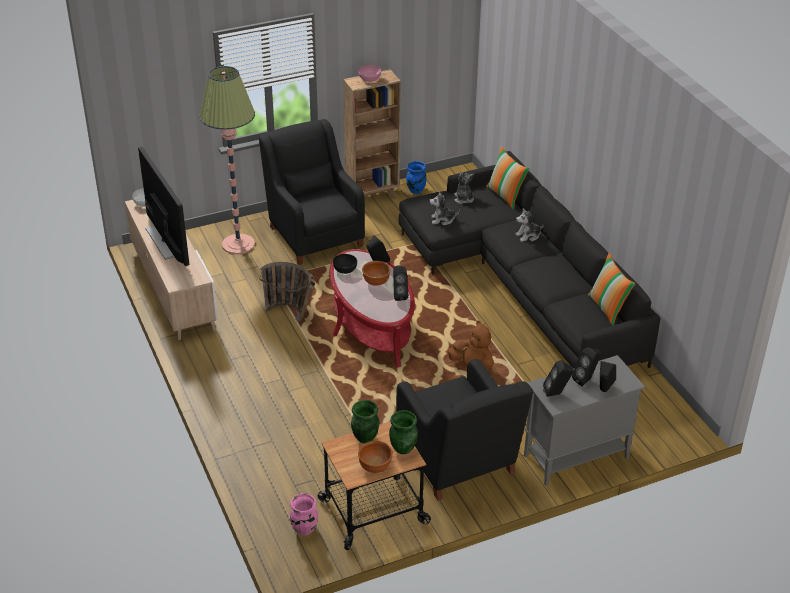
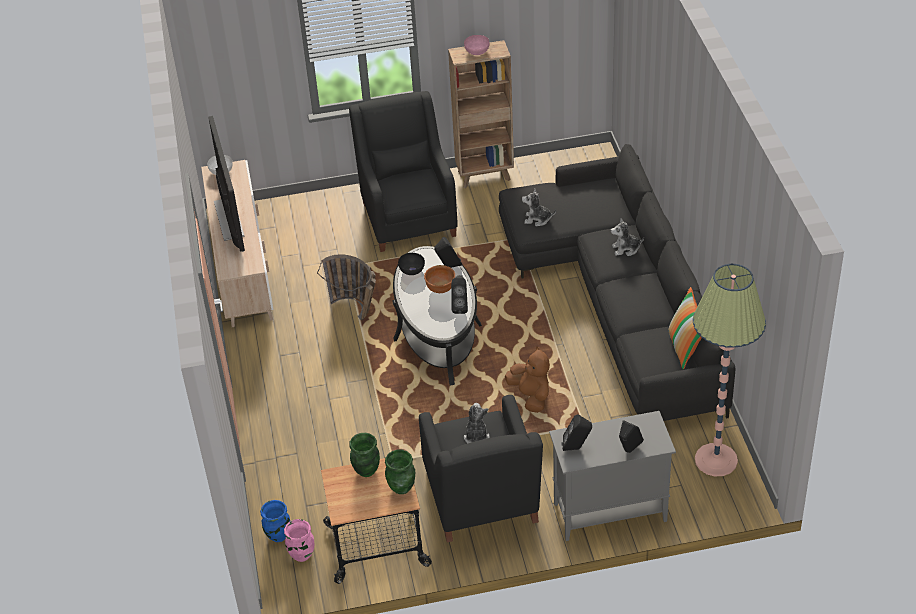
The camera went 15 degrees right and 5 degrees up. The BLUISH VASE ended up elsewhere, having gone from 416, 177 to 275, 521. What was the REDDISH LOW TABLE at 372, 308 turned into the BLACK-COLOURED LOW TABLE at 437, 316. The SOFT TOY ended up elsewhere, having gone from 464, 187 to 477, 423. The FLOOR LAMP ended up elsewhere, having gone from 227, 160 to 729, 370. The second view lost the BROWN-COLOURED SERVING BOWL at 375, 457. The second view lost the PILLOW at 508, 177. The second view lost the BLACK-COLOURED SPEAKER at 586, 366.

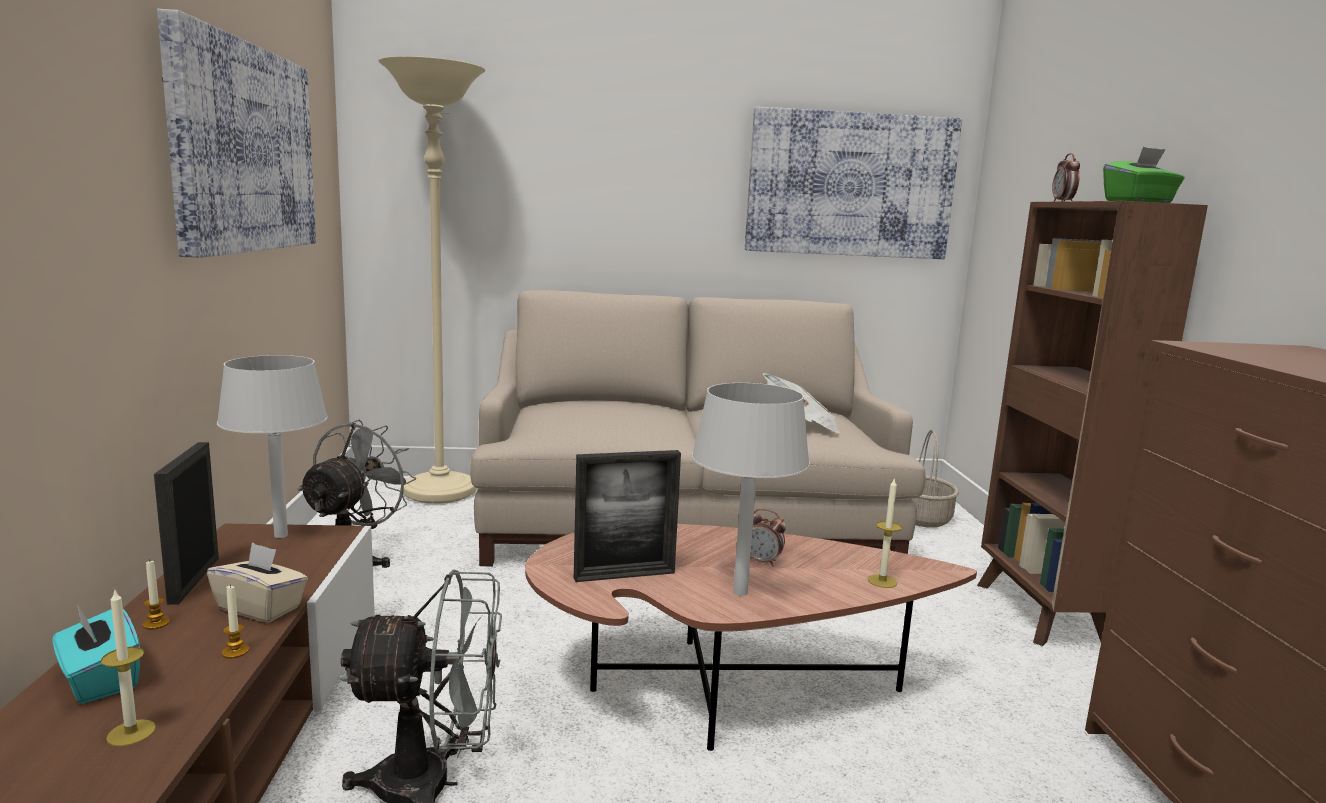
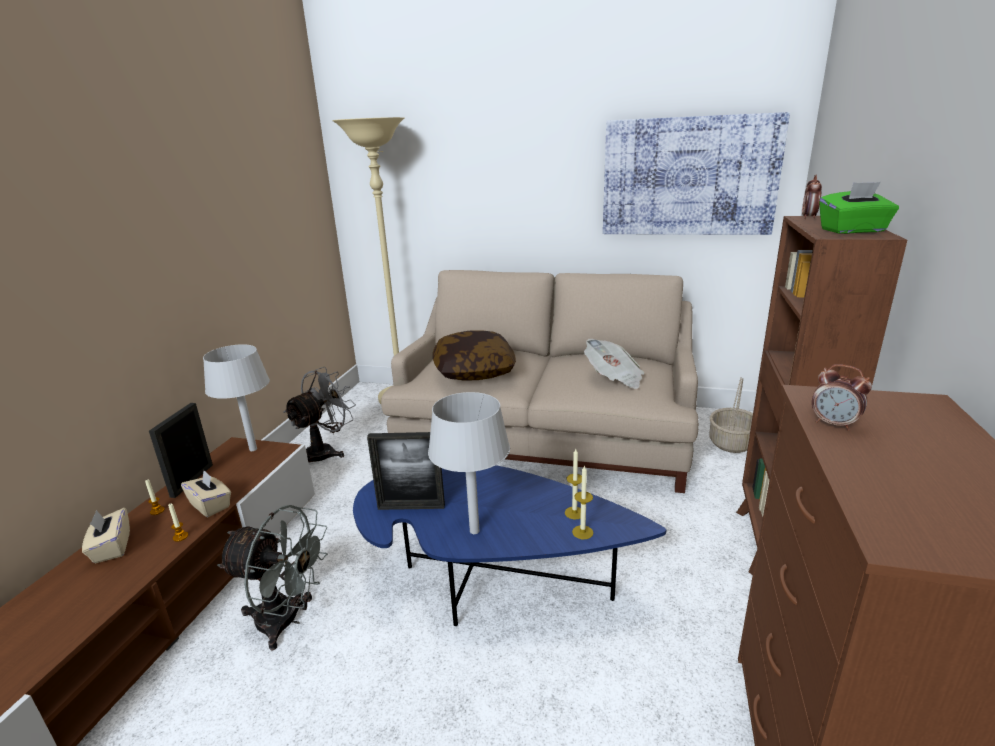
The camera went 20 degrees right and 10 degrees up. What was the BLUE-GREEN BOX OF TISSUES at 96, 655 turned into the SAND-COLOURED BOX OF TISSUES at 106, 535. What was the BROWN-COLOURED LOW TABLE at 751, 637 turned into the BLUISH LOW TABLE at 510, 545. The second view gained the PILLOW at 474, 355. The WAX CANDLE ended up elsewhere, having gone from 128, 667 to 573, 484. The TABLE CLOCK ended up elsewhere, having gone from 768, 538 to 842, 397. The second view lost the WALL PICTURE at 236, 133.

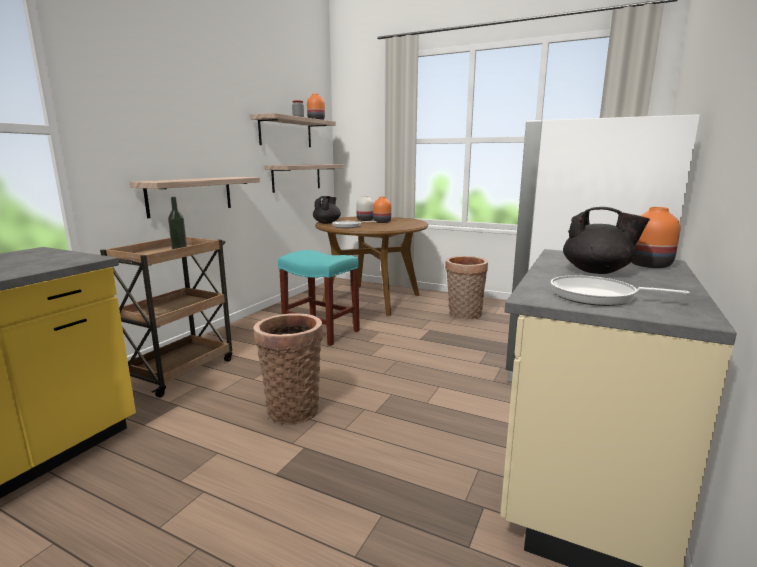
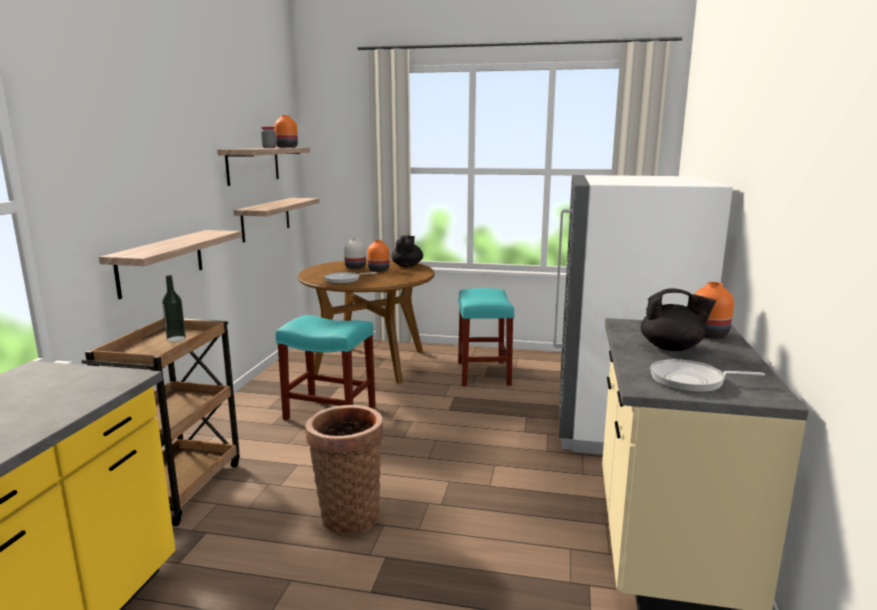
The camera went 15 degrees left and 0 degrees up. The BLACK-COLOURED TEA POT ended up elsewhere, having gone from 327, 210 to 407, 251. Where the STORAGE BASKET stood at 466, 288, the BLUE-GREEN STOOL SEAT came to stand at 486, 337.

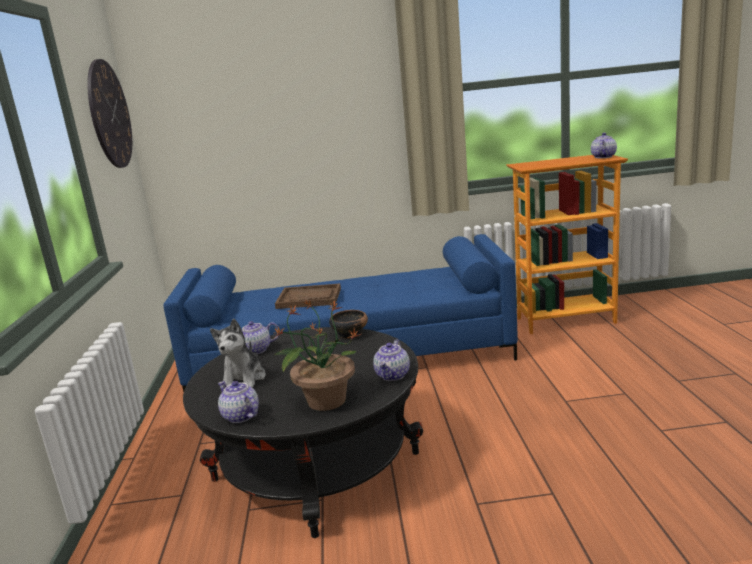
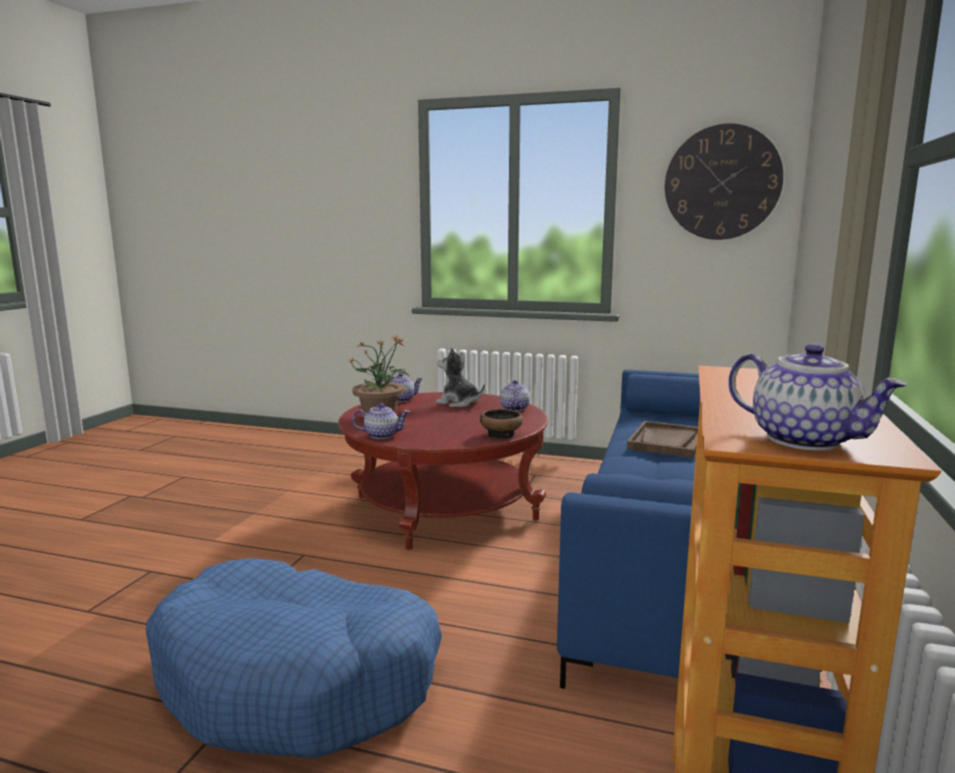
The camera went 110 degrees right and 5 degrees down. The second view gained the BLUISH DOG CUSHION at 294, 658. What was the BLACK-COLOURED LOW TABLE at 303, 432 turned into the REDDISH LOW TABLE at 443, 471. The TEA POT at 391, 360 ended up facing another way, 135 degrees clockwise from before.

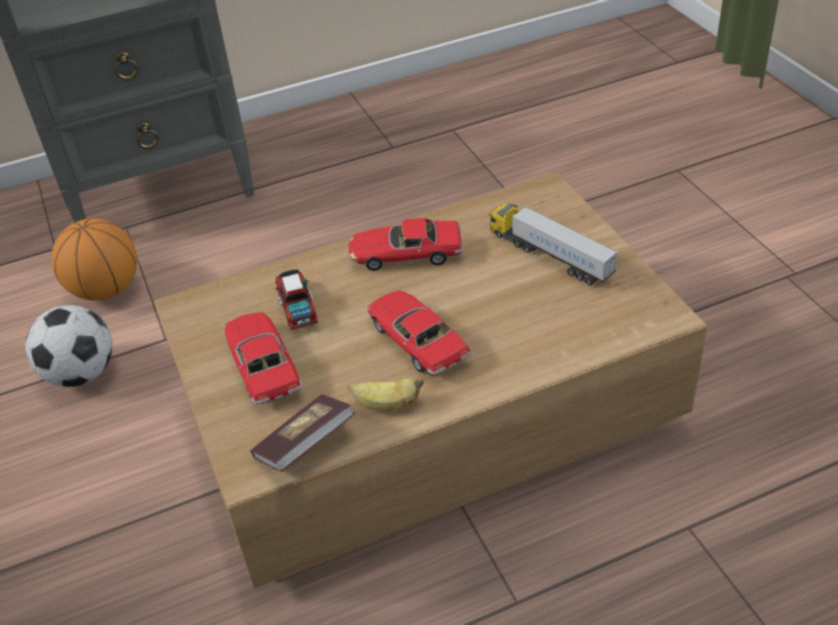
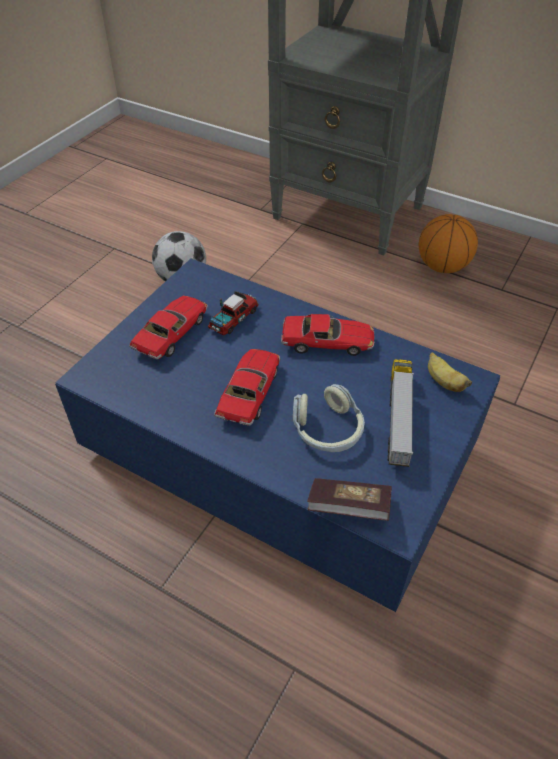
The camera went 50 degrees right and 5 degrees up. What was the BROWN-COLOURED LOW TABLE at 430, 380 turned into the BLUISH LOW TABLE at 278, 435. The TOY CAR at 405, 244 ended up facing another way, 135 degrees clockwise from before. The second view gained the HEADSET at 329, 418. The BOUND BOOK ended up elsewhere, having gone from 302, 432 to 349, 499. The BASKETBALL BALL ended up elsewhere, having gone from 94, 260 to 448, 243. The BANANA ended up elsewhere, having gone from 386, 394 to 450, 372.

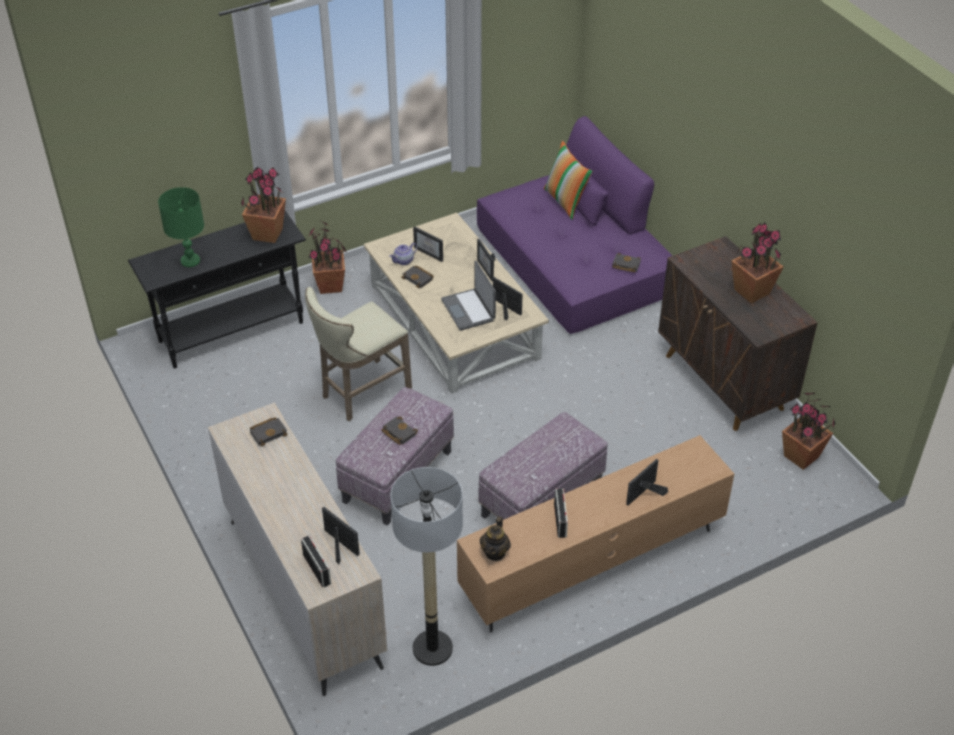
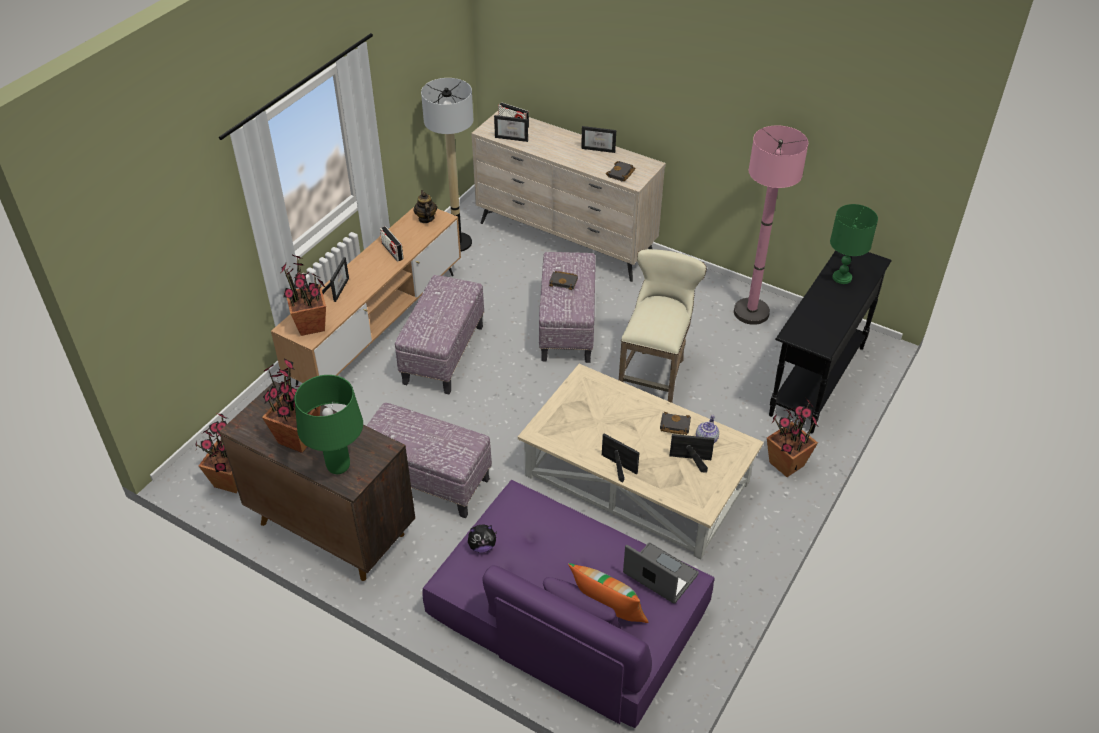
The camera went 150 degrees right and 0 degrees up. The HOUSEPLANT ended up elsewhere, having gone from 263, 205 to 303, 295. The second view gained the GREENISH TABLE LAMP at 328, 424. The second view gained the FOOTREST at 429, 460. Where the BLACK-COLOURED BOUND BOOK stood at 626, 263, the SOFT TOY came to stand at 482, 539. The PHOTO FRAME ended up elsewhere, having gone from 508, 299 to 598, 139. The NOTEBOOK COMPUTER ended up elsewhere, having gone from 468, 296 to 661, 573. The second view gained the PINK FLOOR LAMP at 771, 225.

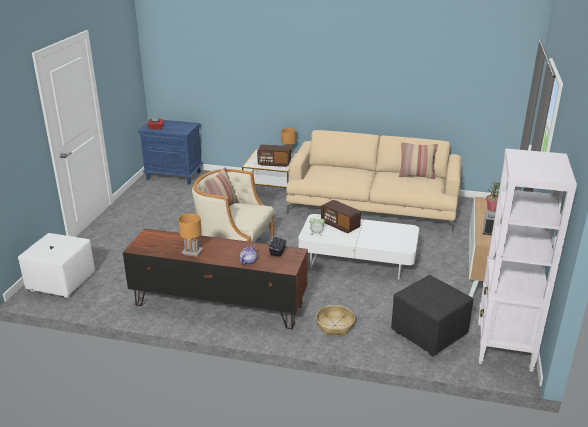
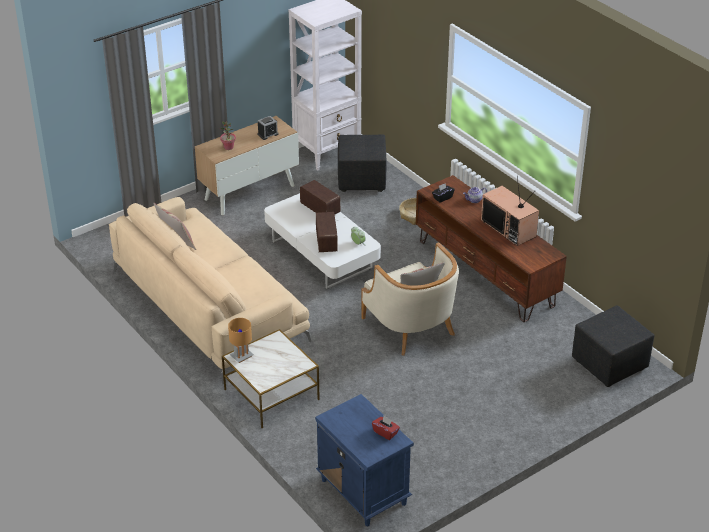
The camera went 140 degrees left and 10 degrees up. The RADIO RECEIVER ended up elsewhere, having gone from 274, 156 to 320, 197. Where the BROWN-COLOURED TABLE LAMP stood at 190, 235, the TV came to stand at 510, 211. What was the WHITISH FOOTREST at 56, 265 turned into the BLACK-COLOURED FOOTREST at 613, 346.

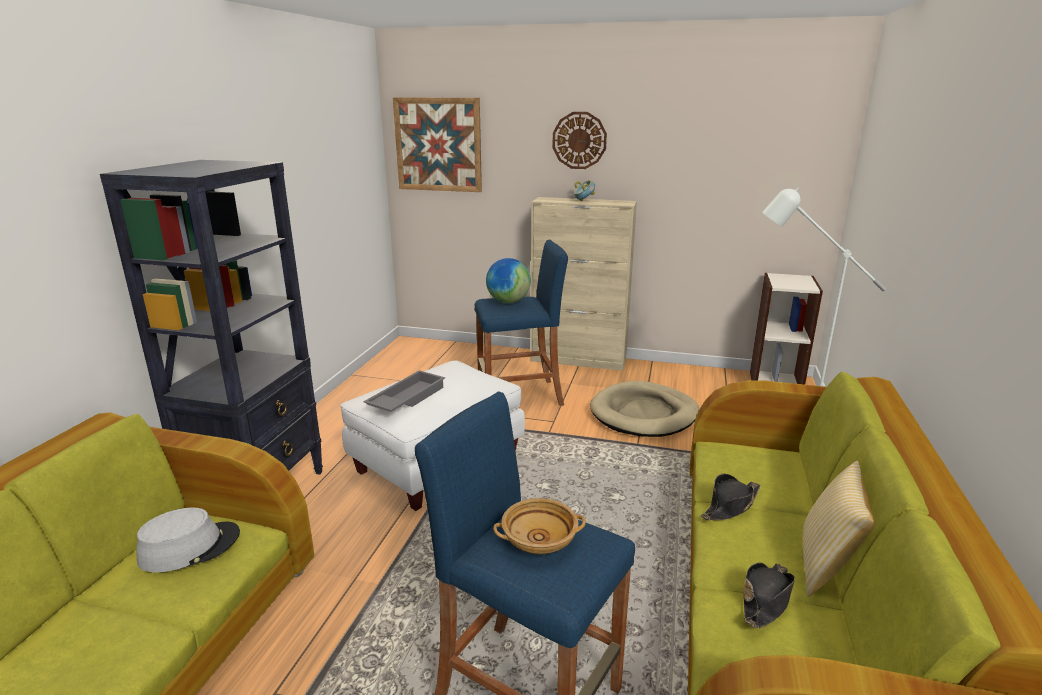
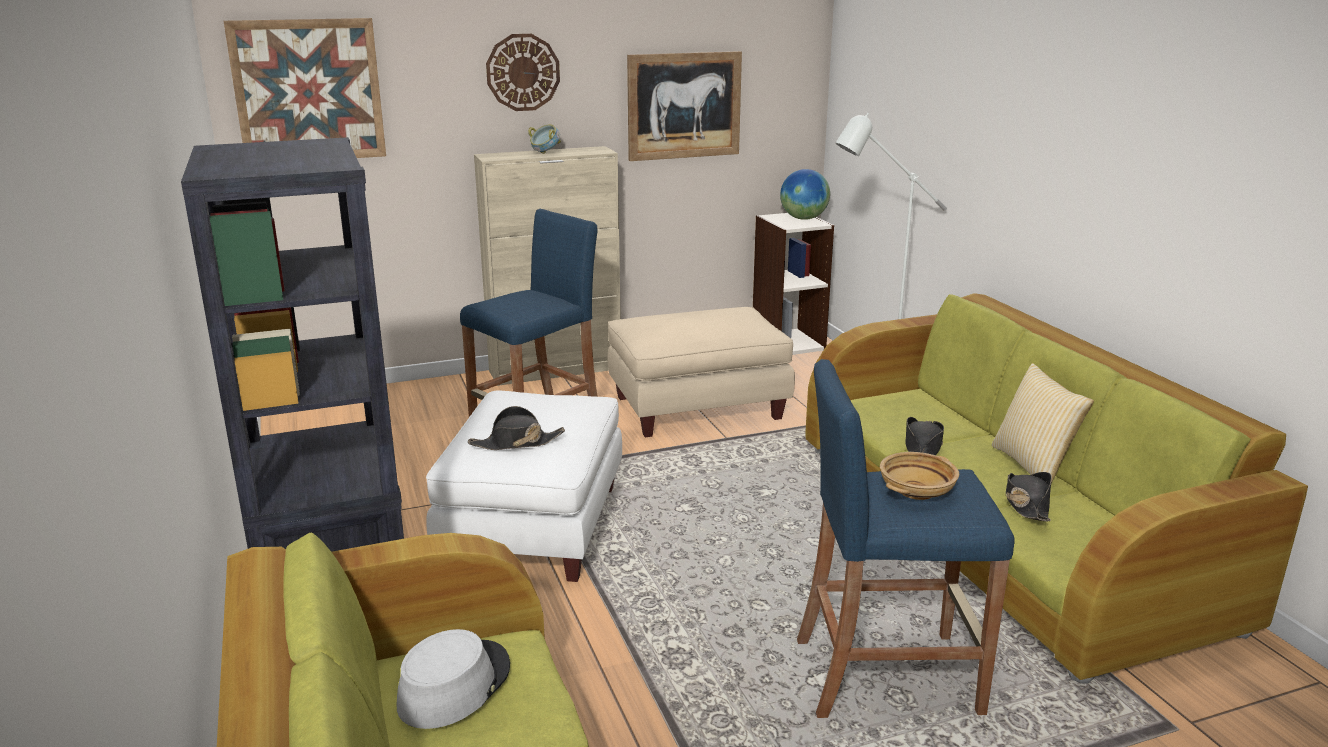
The camera went 35 degrees left and 0 degrees up. Where the GRAY CARRYING TRAY stood at 404, 391, the BLACK-COLOURED CLOTHING HAT came to stand at 516, 428. Where the SAND-COLOURED DOG CUSHION stood at 644, 409, the SAND-COLOURED FOOTREST came to stand at 701, 372. The second view gained the WALL PICTURE at 684, 106. The GLOBE ended up elsewhere, having gone from 508, 280 to 805, 194.

